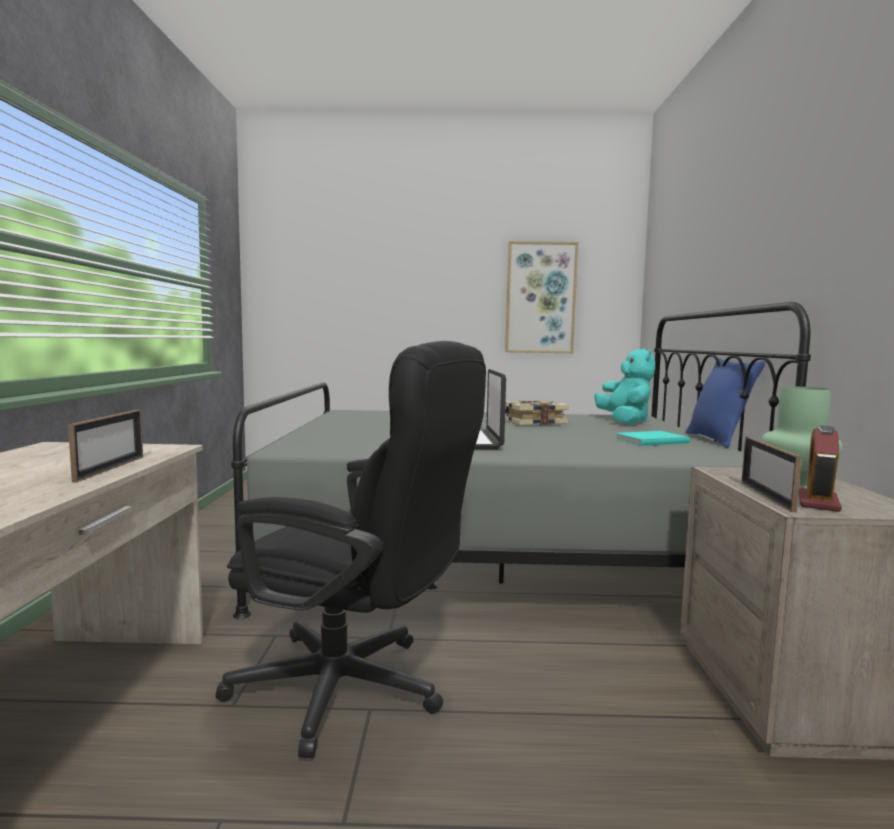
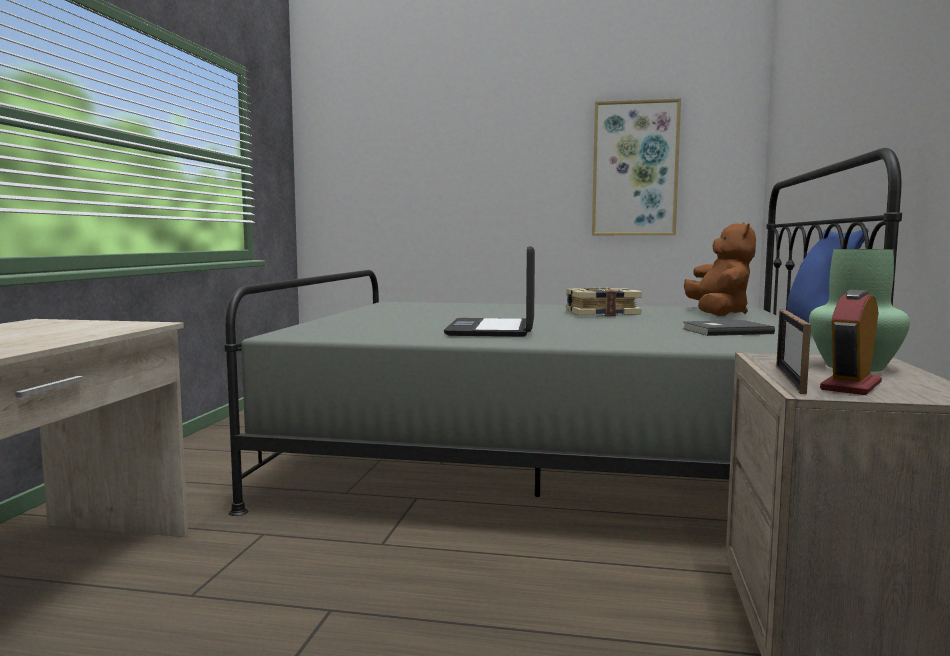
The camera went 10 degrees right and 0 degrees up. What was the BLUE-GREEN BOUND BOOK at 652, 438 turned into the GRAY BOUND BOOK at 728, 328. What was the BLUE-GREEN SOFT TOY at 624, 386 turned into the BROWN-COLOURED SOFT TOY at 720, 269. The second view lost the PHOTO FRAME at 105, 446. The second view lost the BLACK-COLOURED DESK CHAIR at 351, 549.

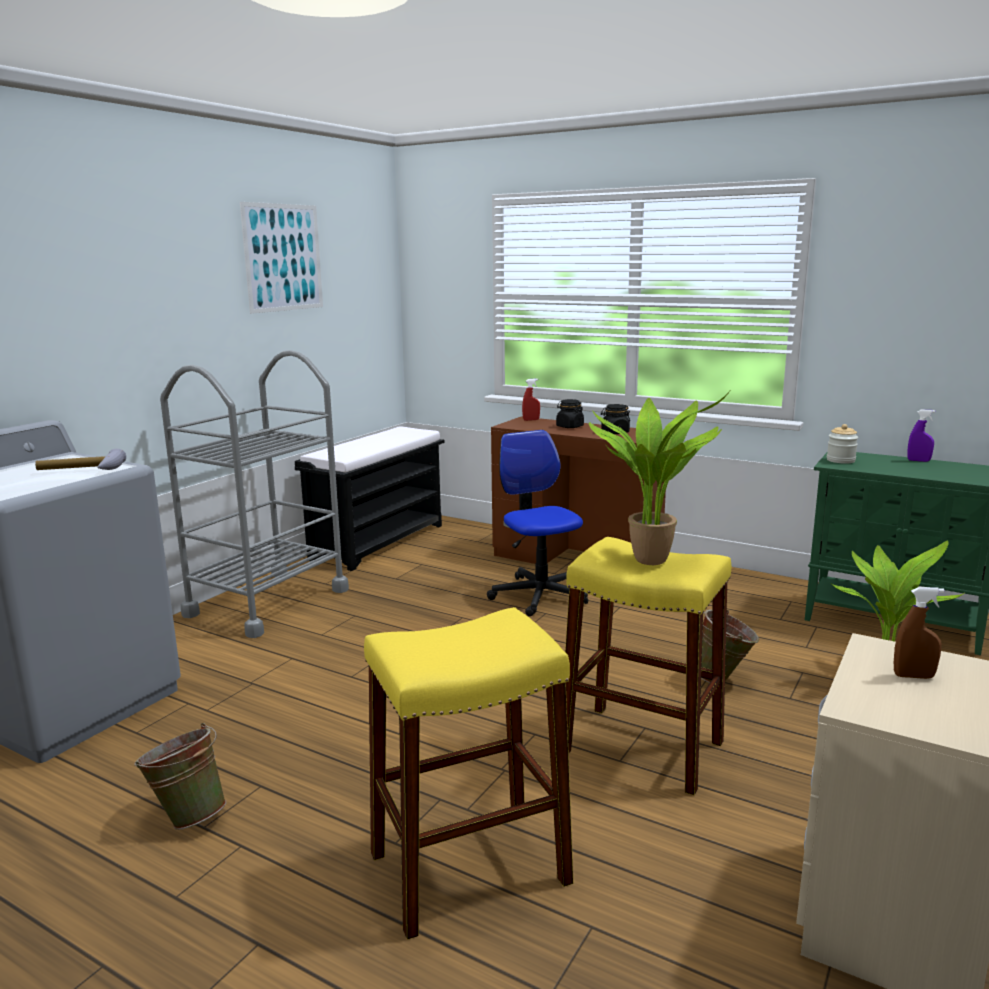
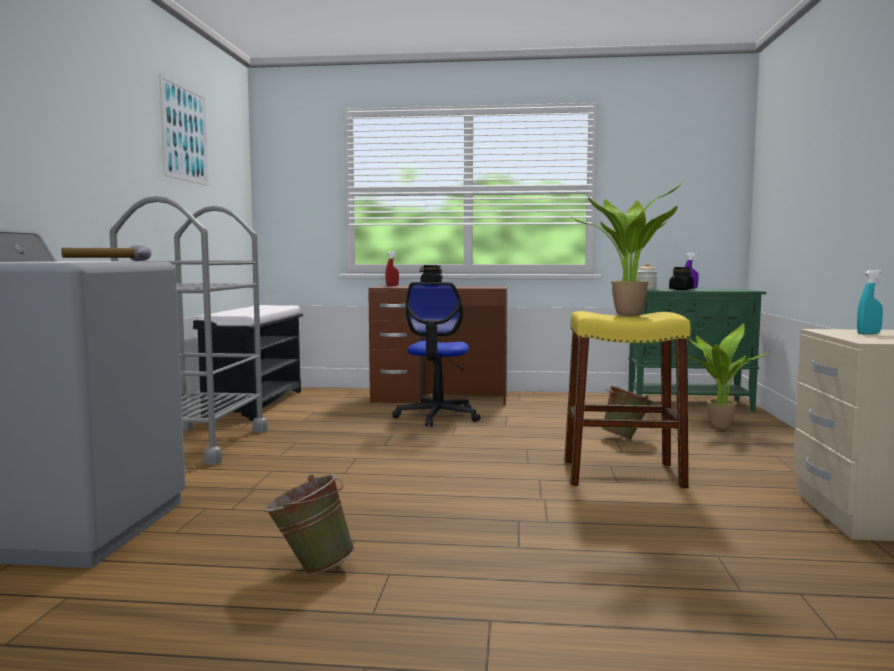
The camera went 25 degrees left and 10 degrees down. The DESK CHAIR at 537, 523 ended up facing another way, 120 degrees counterclockwise from before. The BLACK-COLOURED JAR ended up elsewhere, having gone from 615, 419 to 681, 278. What was the BROWN-COLOURED HAND SPRAYER at 919, 633 turned into the BLUE-GREEN HAND SPRAYER at 870, 302. The second view lost the YELLOW-COLOURED STOOL SEAT at 468, 773.

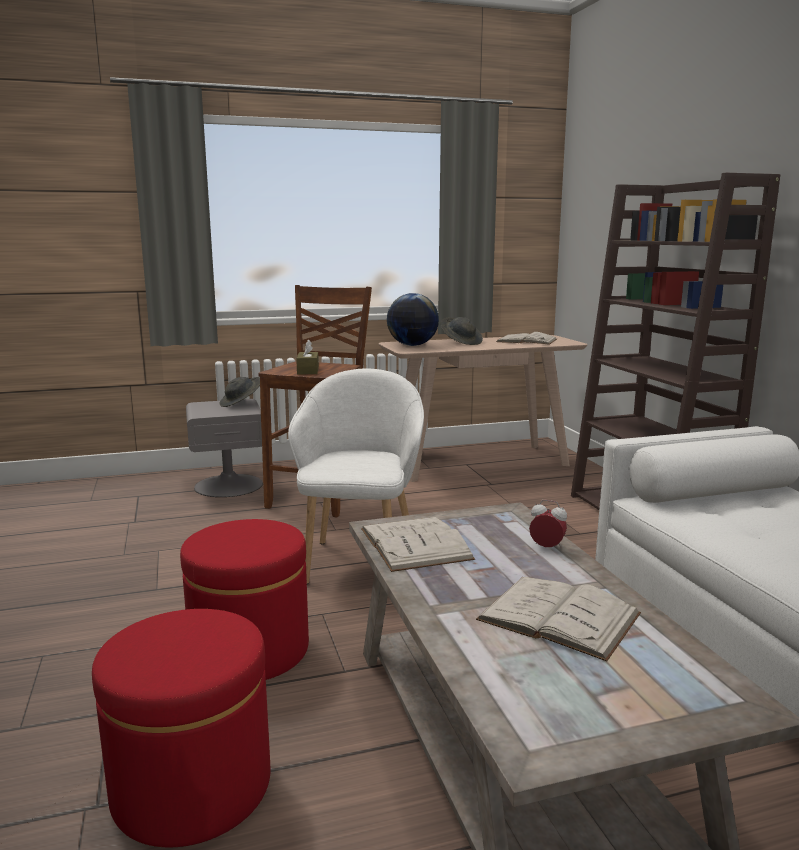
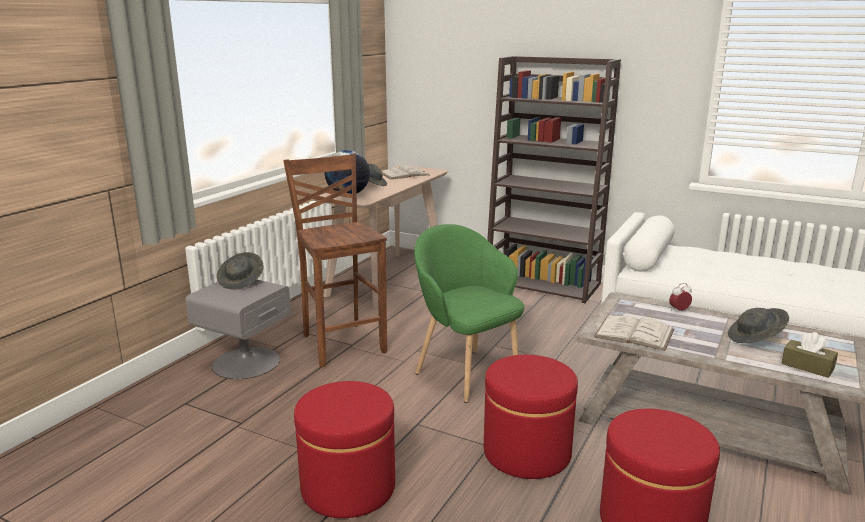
The camera went 45 degrees left and 5 degrees up. The second view gained the REDDISH FOOTREST at 344, 449. What was the WHITISH ARMCHAIR at 356, 476 turned into the GREENISH ARMCHAIR at 469, 313. Where the WHITISH BOUND BOOK stood at 558, 619, the GRAY CLOTHING HAT came to stand at 758, 325. The BROWN-COLOURED BOX OF TISSUES ended up elsewhere, having gone from 307, 356 to 809, 355.

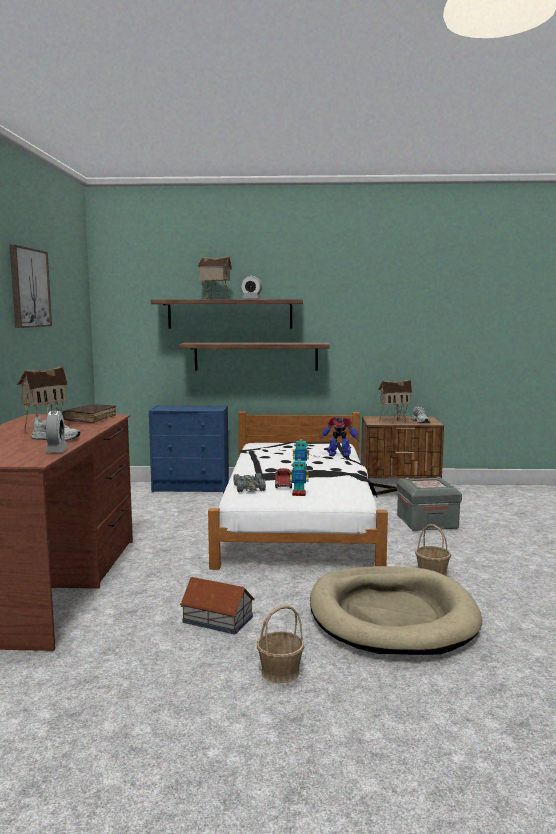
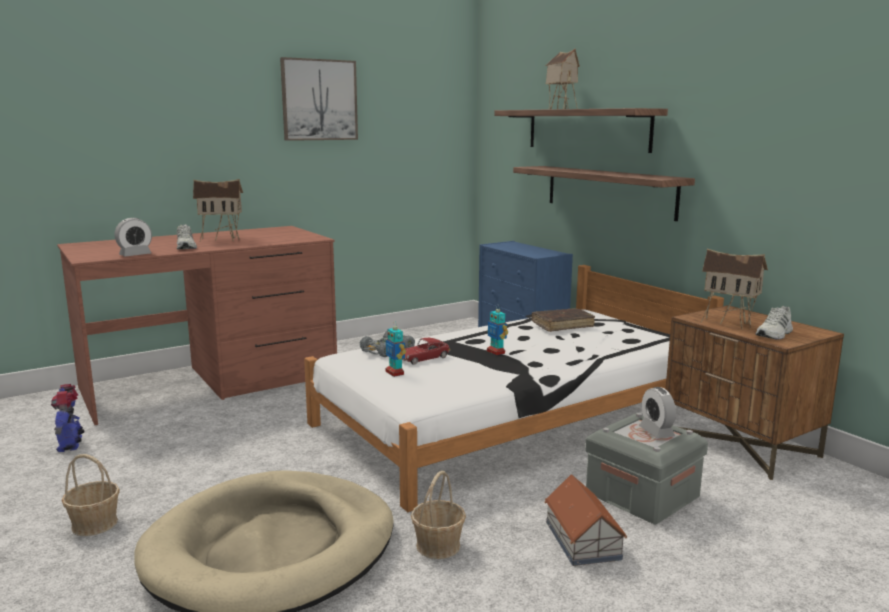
The camera went 55 degrees right and 5 degrees up. The TOY ROBOT ended up elsewhere, having gone from 339, 437 to 68, 418. The BROWN-COLOURED BOUND BOOK ended up elsewhere, having gone from 89, 413 to 563, 320. The MINIATURE HOUSE ended up elsewhere, having gone from 217, 606 to 586, 520. The TABLE CLOCK ended up elsewhere, having gone from 251, 287 to 657, 413.

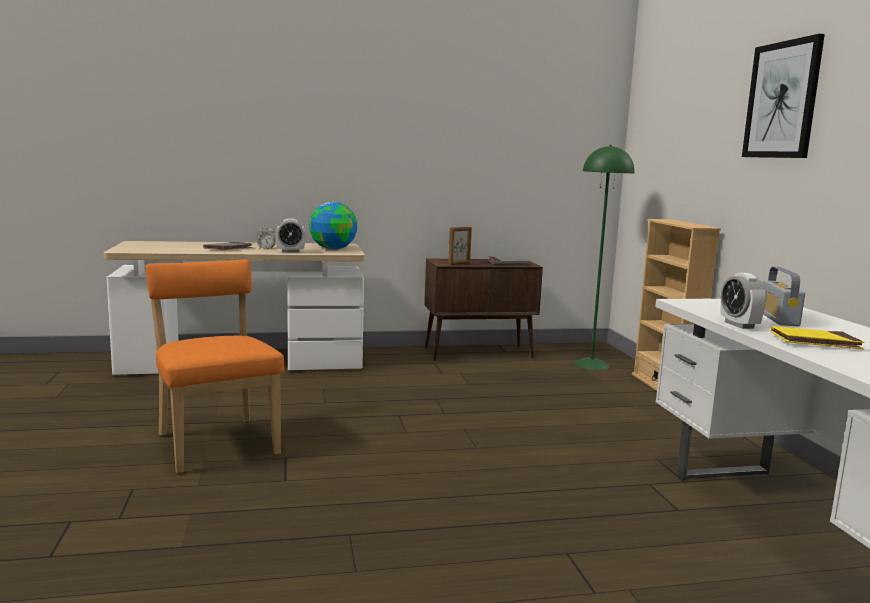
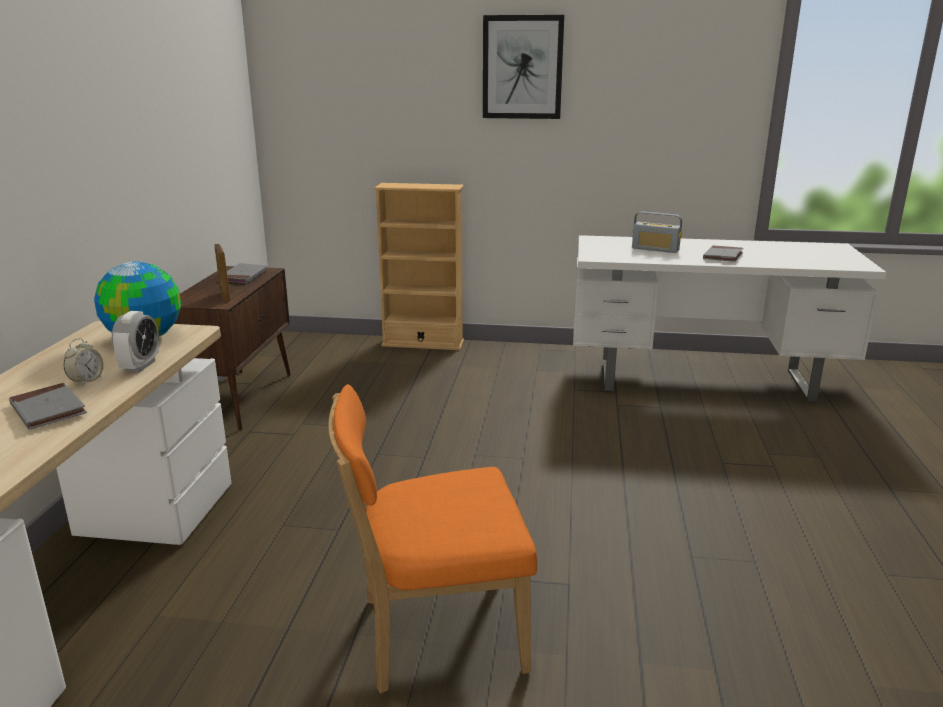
The camera went 70 degrees left and 10 degrees up. What was the YELLOW-COLOURED BOUND BOOK at 818, 337 turned into the GRAY BOUND BOOK at 723, 254. The second view lost the GREENISH FLOOR LAMP at 604, 257. The second view lost the TABLE CLOCK at 743, 301.

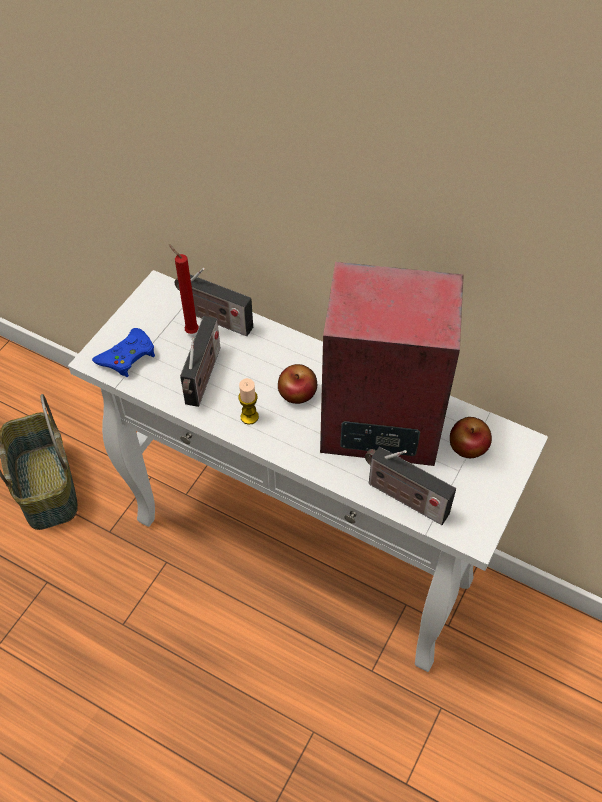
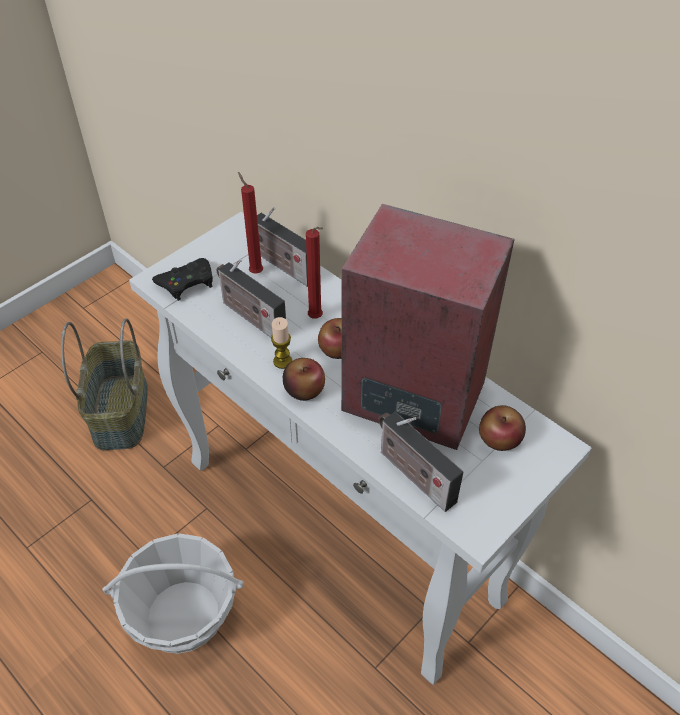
The camera went 15 degrees right and 5 degrees down. The second view gained the STORAGE BASKET at 173, 593. What was the BLUISH GAME CONTROLLER at 123, 352 turned into the BLACK-COLOURED GAME CONTROLLER at 182, 279. The RADIO RECEIVER at 200, 361 ended up facing another way, 105 degrees clockwise from before. The second view gained the WHOLE APPLE at 304, 379. The second view gained the REDDISH WAX CANDLE at 314, 272.

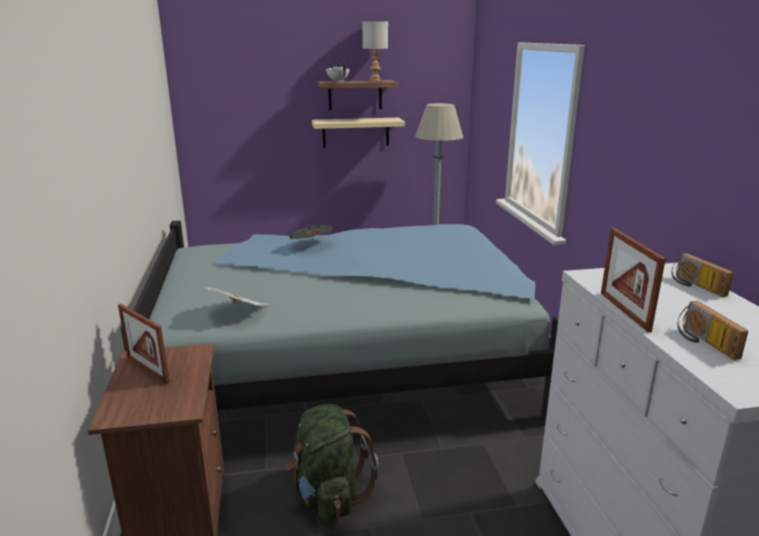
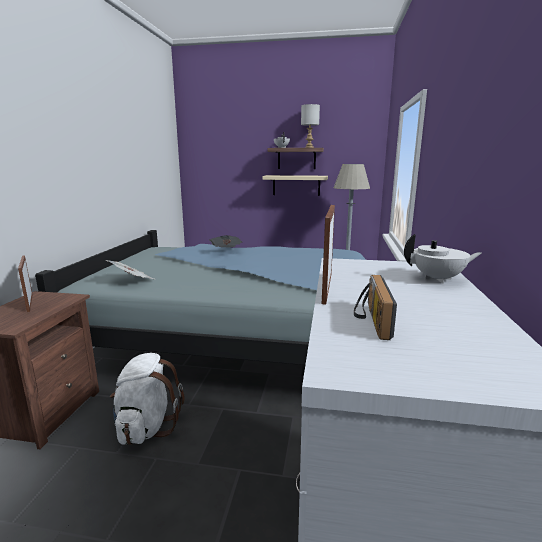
The camera went 20 degrees right and 5 degrees down. What was the GREENISH KNAPSACK at 332, 463 turned into the WHITISH KNAPSACK at 147, 399. Where the RADIO RECEIVER stood at 702, 275, the WHITISH TEA POT came to stand at 443, 259.

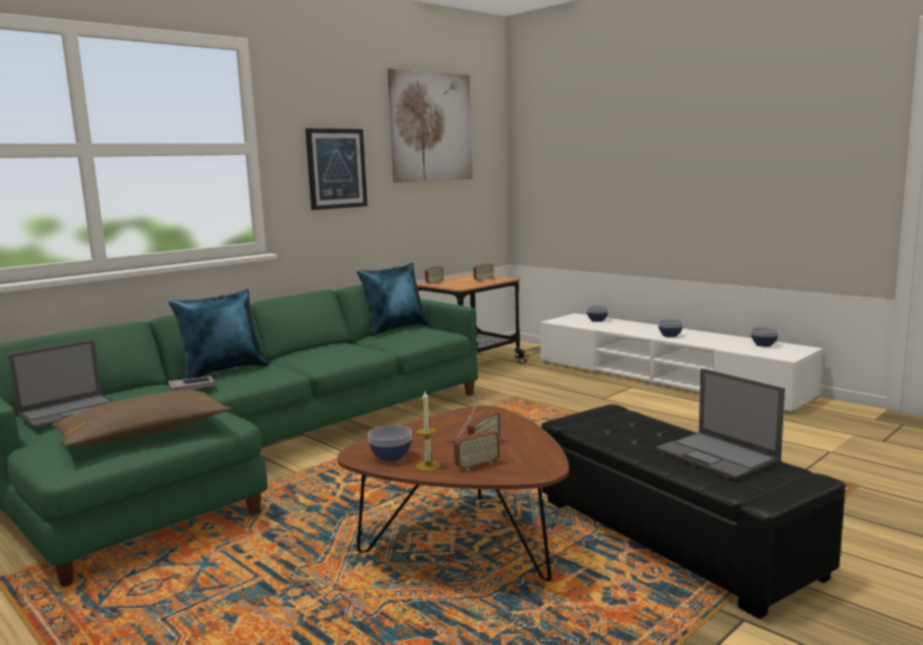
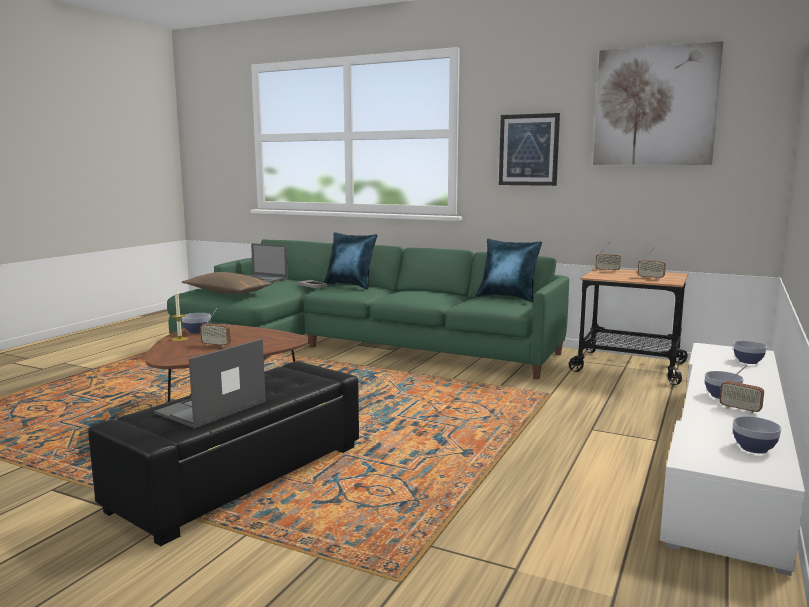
The camera went 70 degrees right and 0 degrees up. The RADIO RECEIVER ended up elsewhere, having gone from 476, 440 to 741, 389.

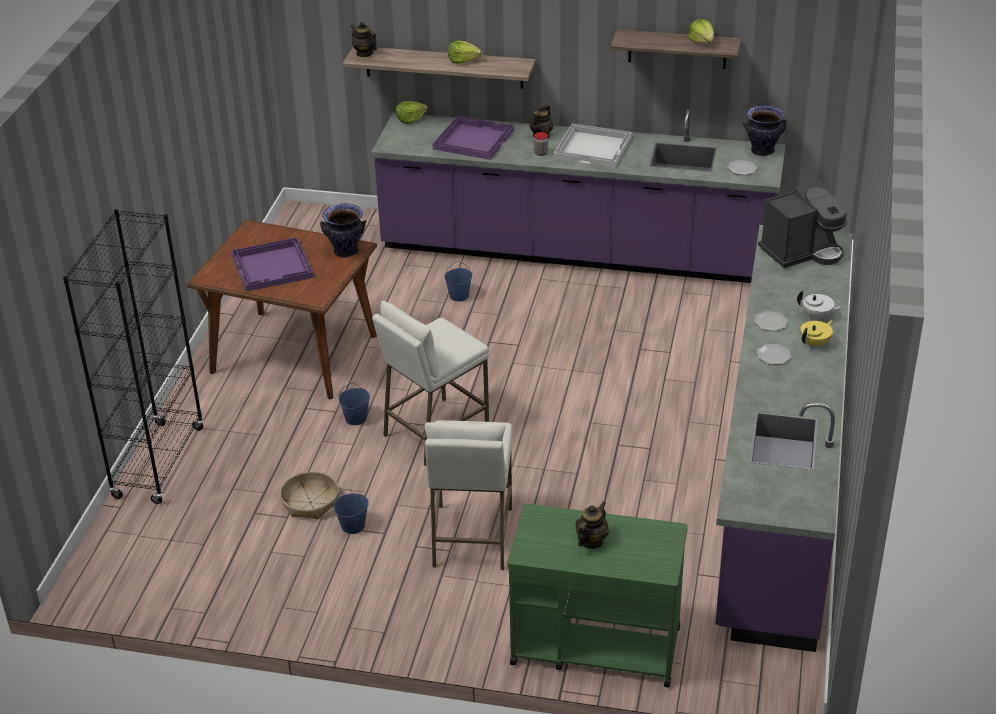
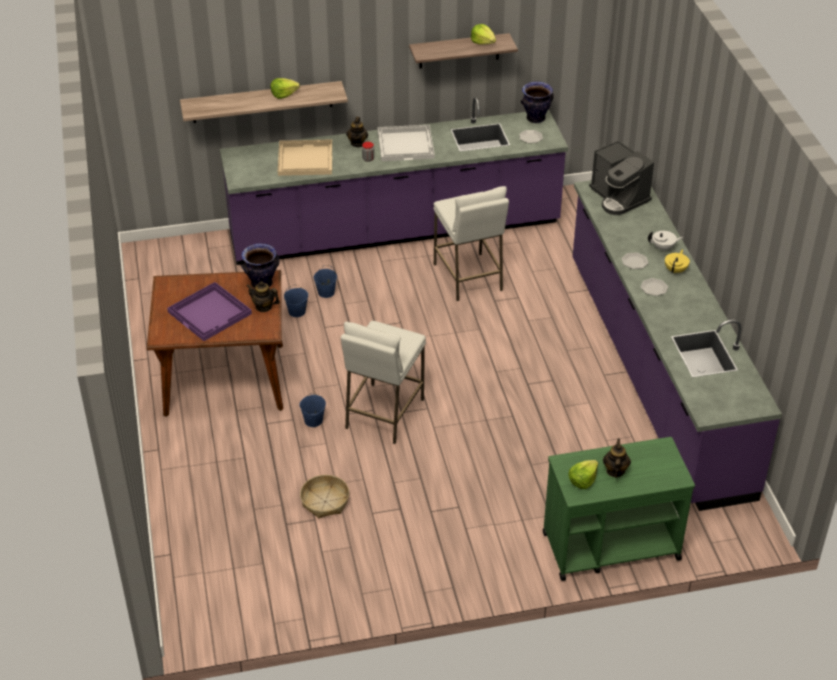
The camera went 25 degrees left and 5 degrees up. The TEA POT ended up elsewhere, having gone from 363, 39 to 263, 296. What was the PURPLE-COLOURED CARRYING TRAY at 473, 138 turned into the SAND-COLOURED CARRYING TRAY at 305, 157. The BLUISH WATER BUCKET ended up elsewhere, having gone from 351, 511 to 296, 301. The WHITISH STOOL SEAT ended up elsewhere, having gone from 469, 495 to 471, 243. The LETTUCE ended up elsewhere, having gone from 412, 112 to 583, 474. The COFFEE MACHINE at 802, 224 ended up facing another way, 105 degrees clockwise from before. The second view lost the BLACK-COLOURED BOOKCASE at 133, 356.

